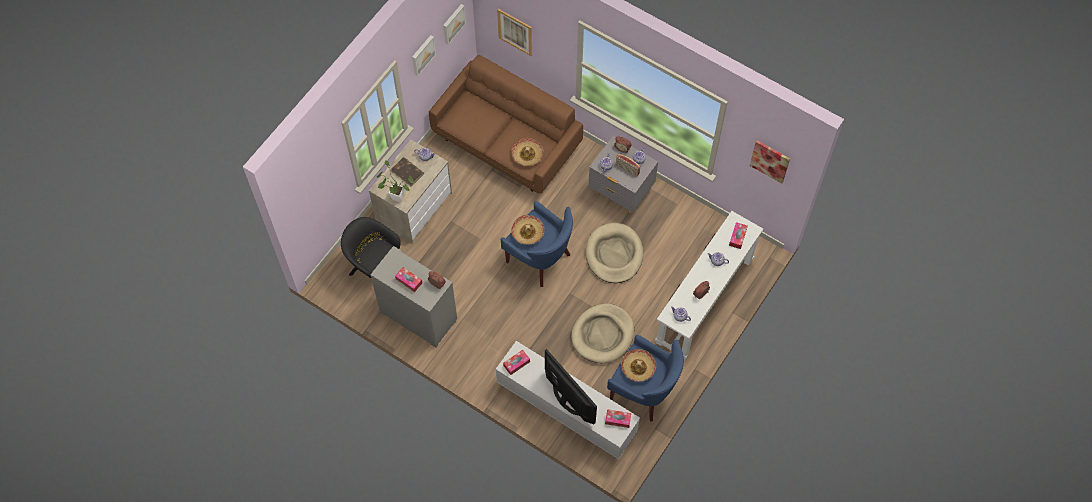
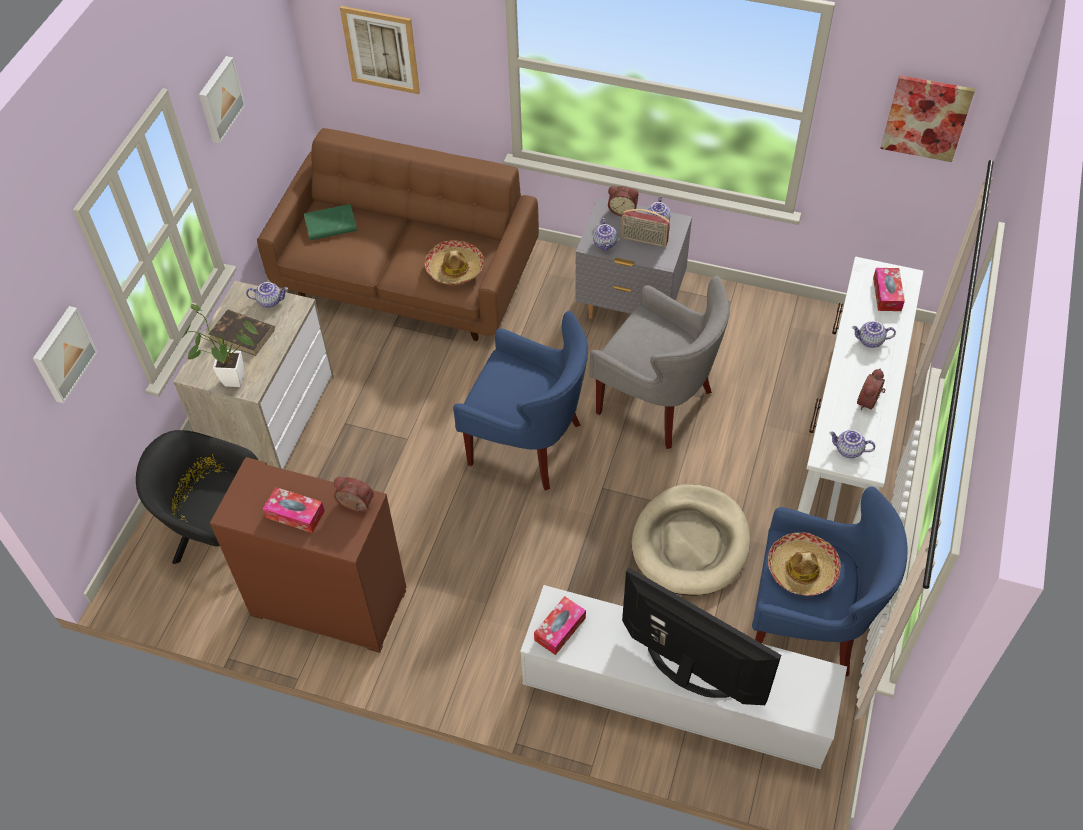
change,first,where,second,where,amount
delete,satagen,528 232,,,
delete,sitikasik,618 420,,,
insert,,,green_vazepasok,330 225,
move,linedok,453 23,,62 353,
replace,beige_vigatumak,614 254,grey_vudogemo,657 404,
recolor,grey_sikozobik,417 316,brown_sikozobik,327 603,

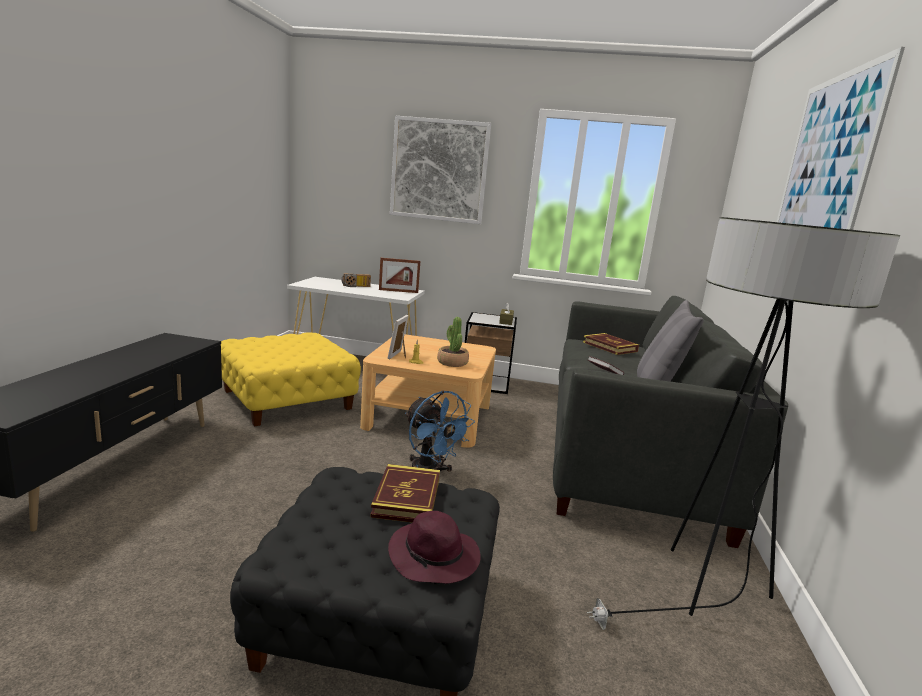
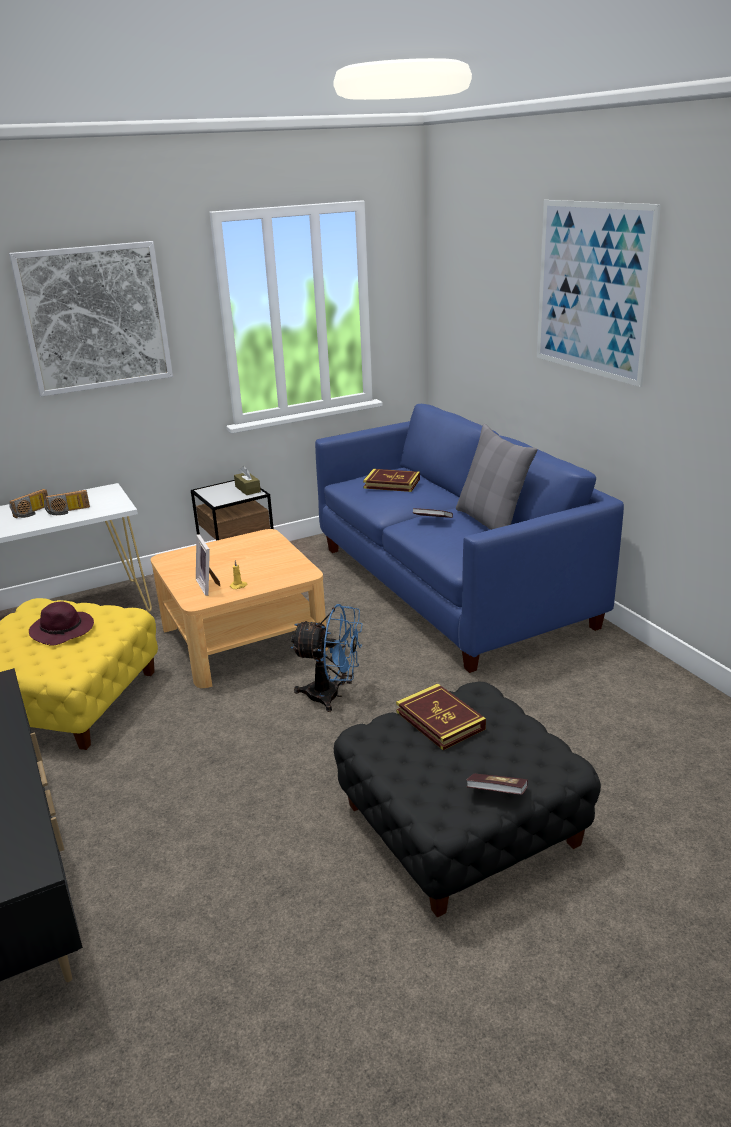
change,first,where,second,where,amount
delete,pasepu,398 291,,,
delete,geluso,452 363,,,
delete,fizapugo,703 594,,,
insert,,,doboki,68 511,
insert,,,vazepasok,497 793,
move,purple_satagen,434 558,,63 631,
recolor,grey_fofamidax,627 453,blue_fofamidax,451 585,

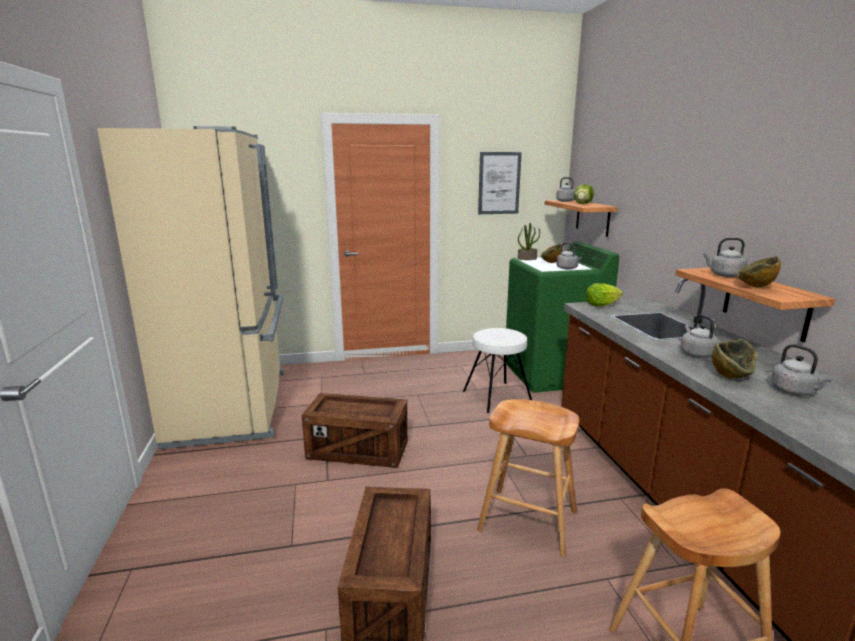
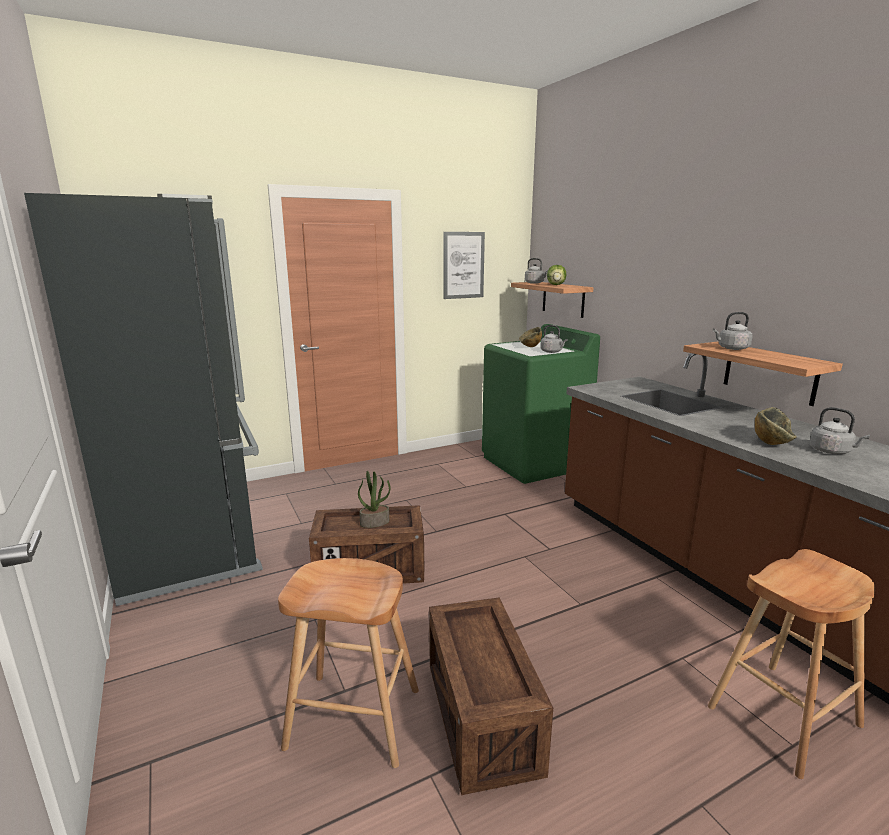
change,first,where,second,where,amount
delete,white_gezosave,497 397,,,
delete,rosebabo,601 305,,,
delete,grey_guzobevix,696 354,,,
delete,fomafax,754 287,,,
move,brown_gezosave,527 521,,353 718,
move,geluso,527 258,,375 522,
recolor,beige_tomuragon,233 405,black_tomuragon,191 539,

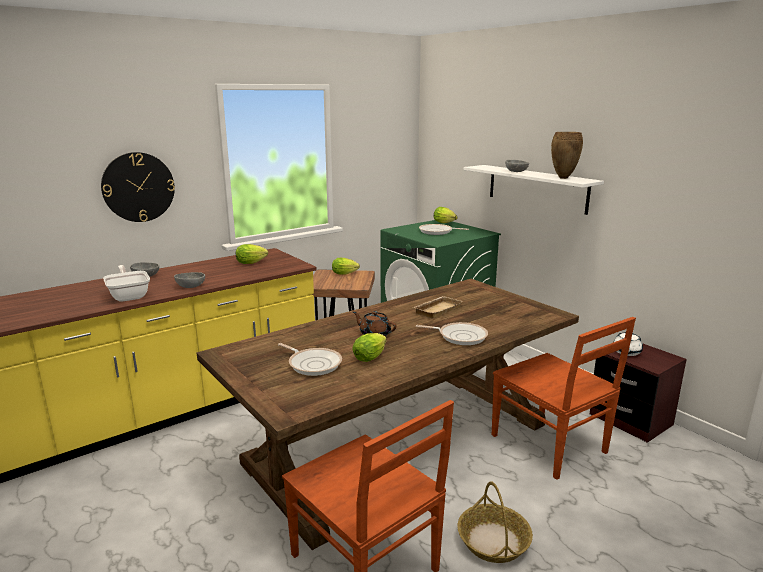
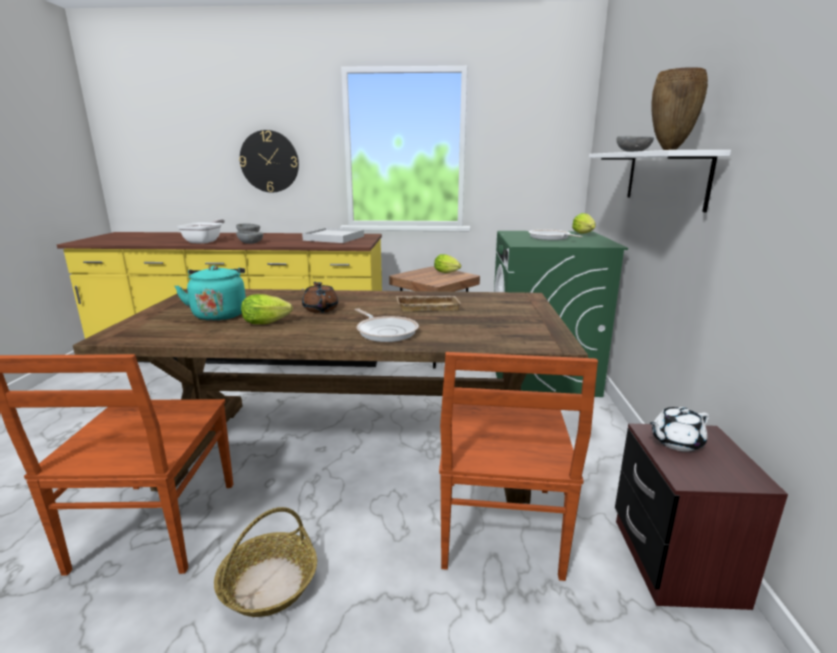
change,first,where,second,where,amount
replace,rosebabo,252 263,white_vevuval,334 238,
replace,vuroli,313 364,turquoise_guzobevix,220 314,

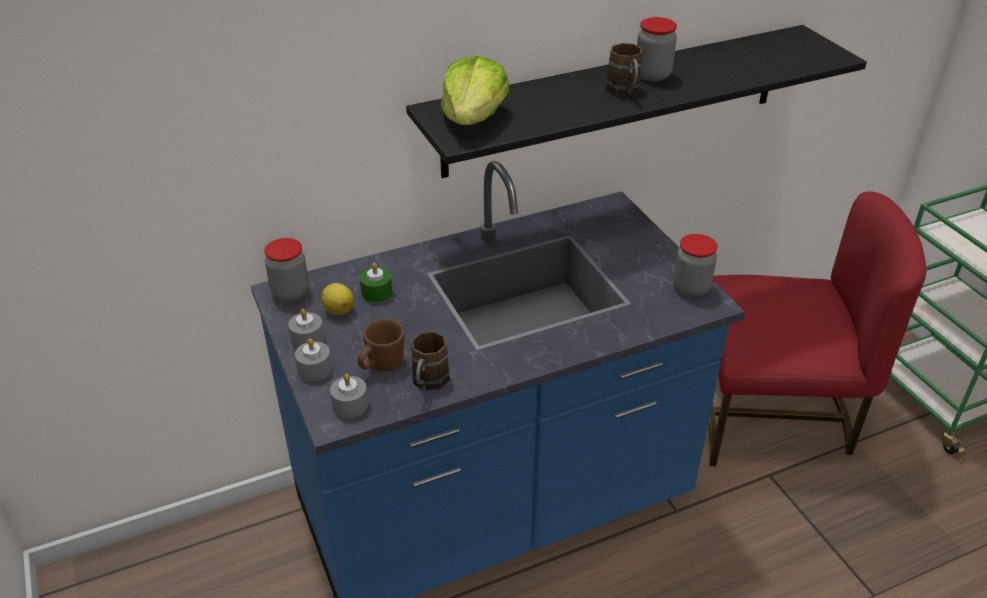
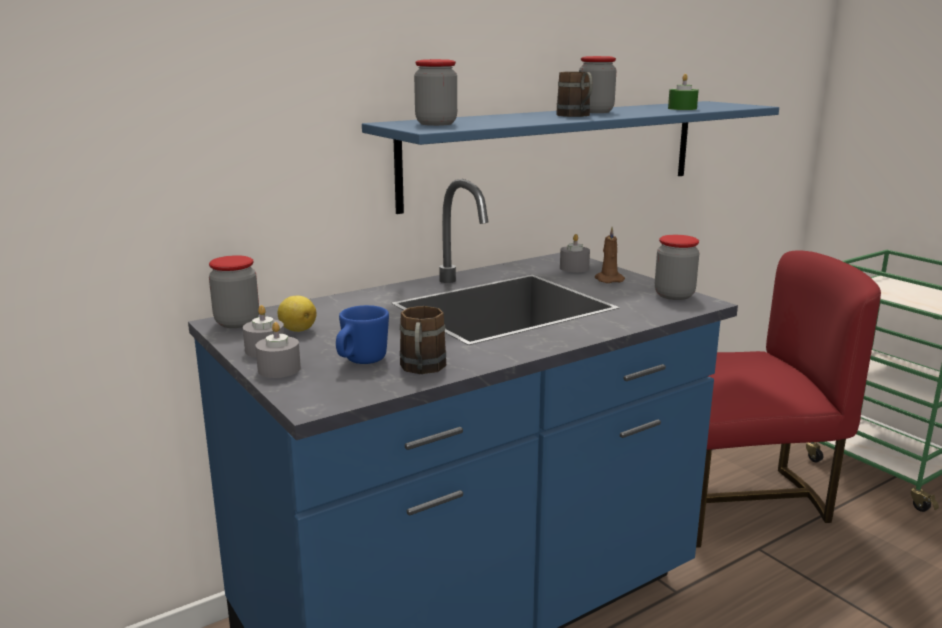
change,first,where,second,where,amount
insert,,,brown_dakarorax,608 279,
move,grey_dakarorax,350 405,,574 268,
move,green_dakarorax,377 292,,682 108,
replace,rosebabo,474 118,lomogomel,436 124,
recolor,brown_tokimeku,381 366,blue_tokimeku,360 361,
recolor,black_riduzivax,616 100,blue_riduzivax,557 152,

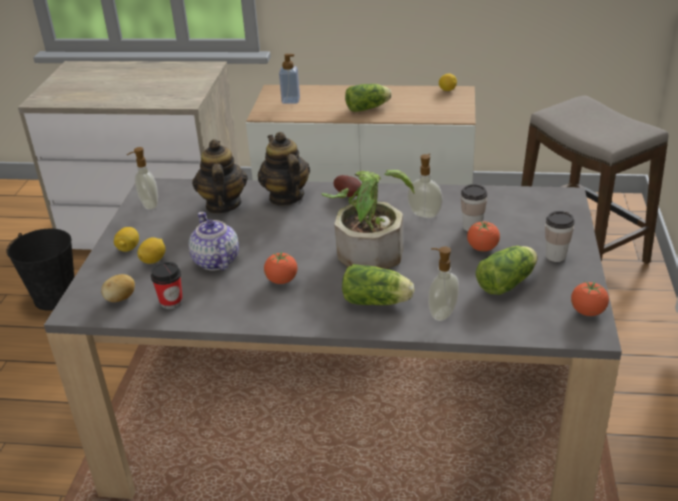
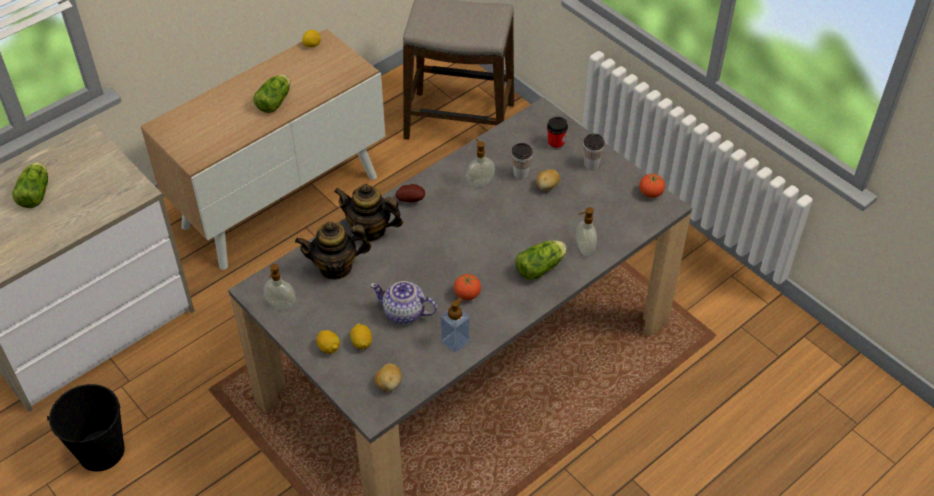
change,first,where,second,where,amount
delete,geluso,370 247,,,
move,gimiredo,171 302,,556 144,
move,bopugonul,290 100,,455 341,
move,rosebabo,508 282,,36 192,
replace,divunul,482 248,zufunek,547 186,
rotate,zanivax,222 205,,336 267,45 degrees counterclockwise

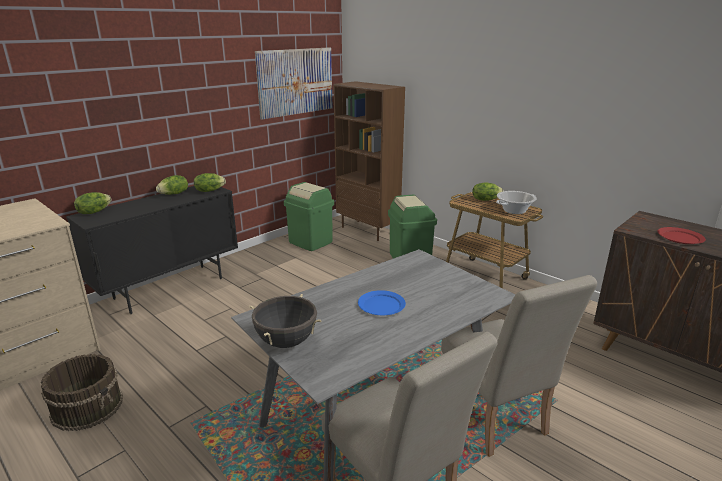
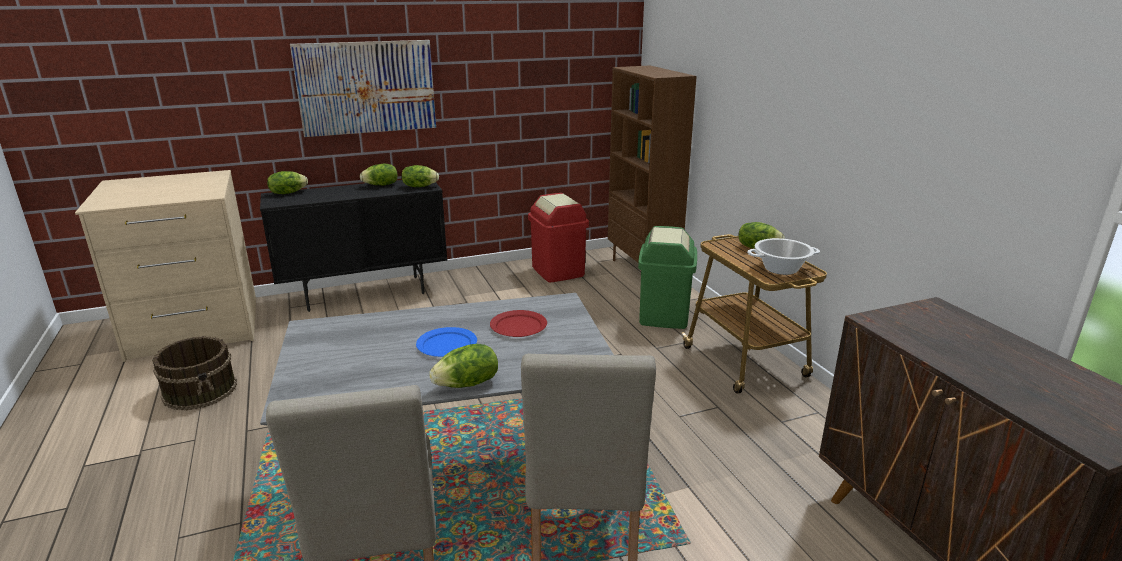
change,first,where,second,where,amount
delete,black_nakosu,286 341,,,
insert,,,rosebabo,467 384,
move,linedok,295 82,,366 87,
move,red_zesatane,679 237,,518 326,
recolor,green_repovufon,311 242,red_repovufon,558 271,

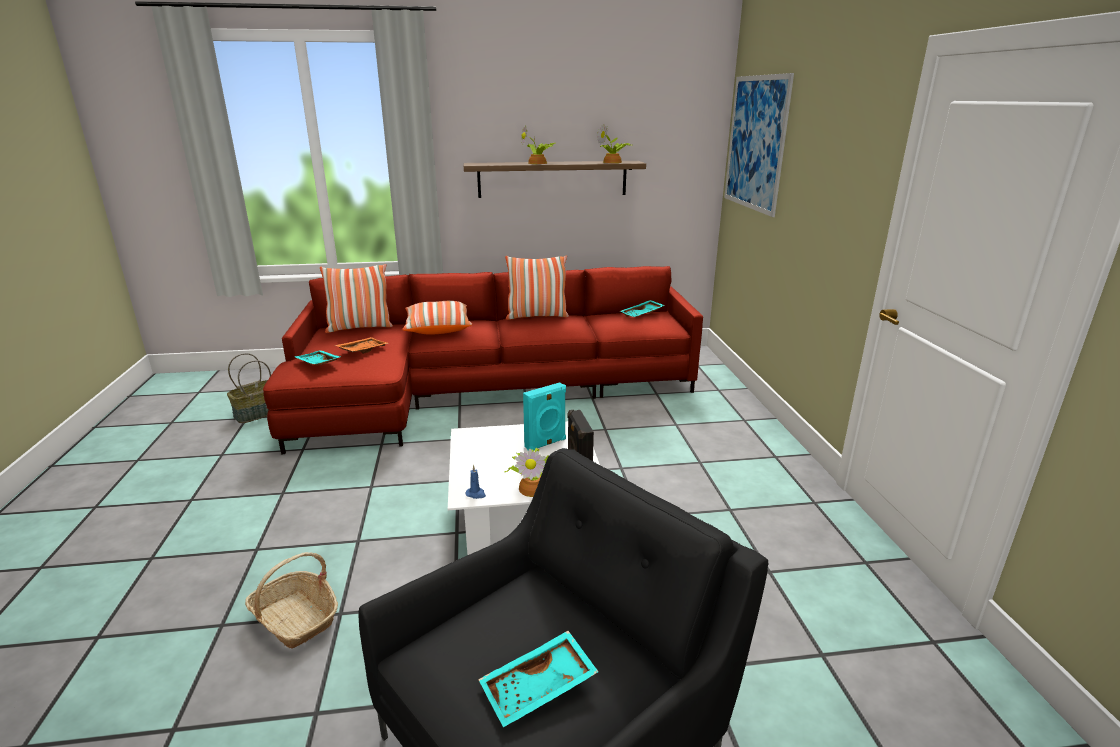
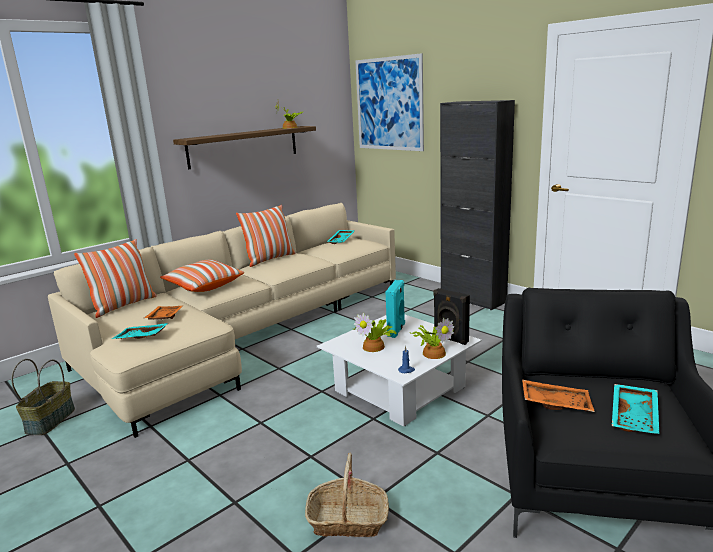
change,first,where,second,where,amount
insert,,,black_sikozobik,473 299,
insert,,,orange_vevuval,556 403,
move,geluso,538 163,,375 346,
recolor,red_fofamidax,481 390,beige_fofamidax,244 334,

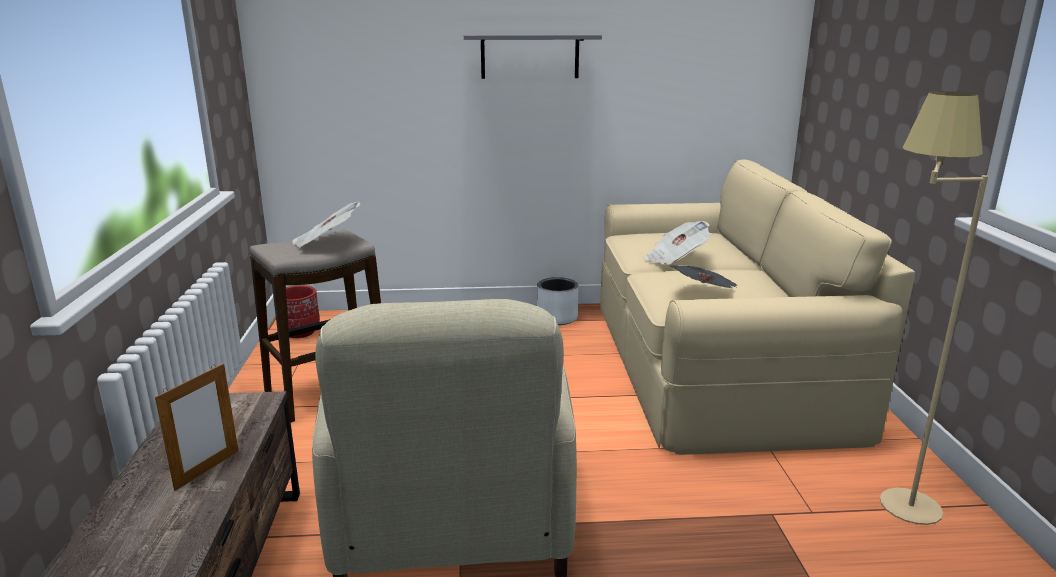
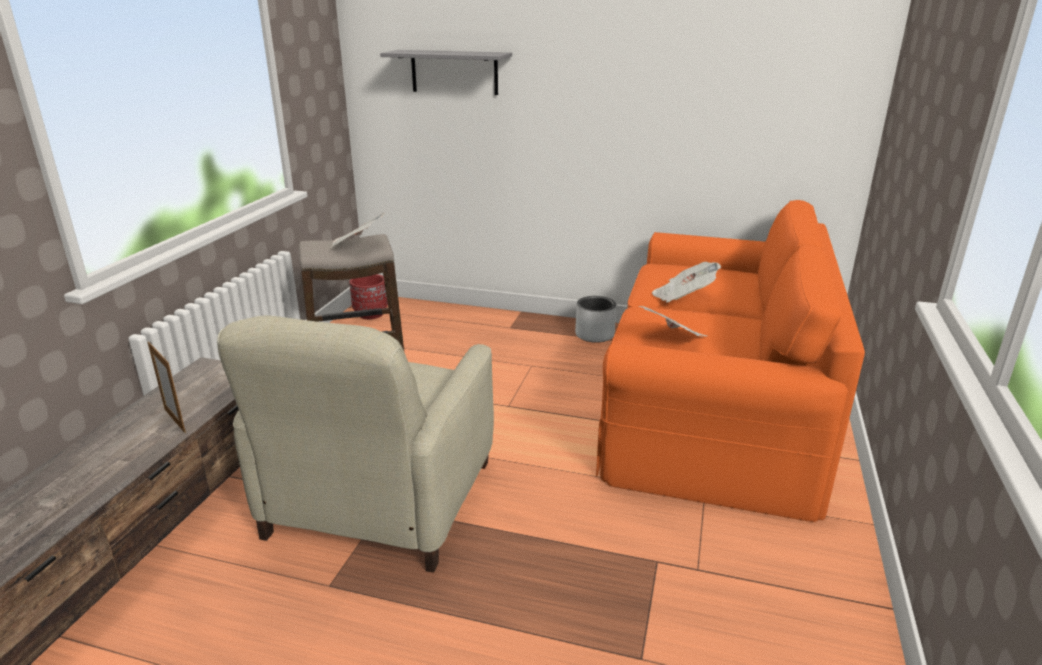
change,first,where,second,where,amount
delete,beige_fizapugo,889 491,,,
move,grey_riduzivax,530 56,,454 72,
recolor,beige_fofamidax,714 365,orange_fofamidax,712 407,
rotate,pasepu,207 470,,175 420,90 degrees clockwise

